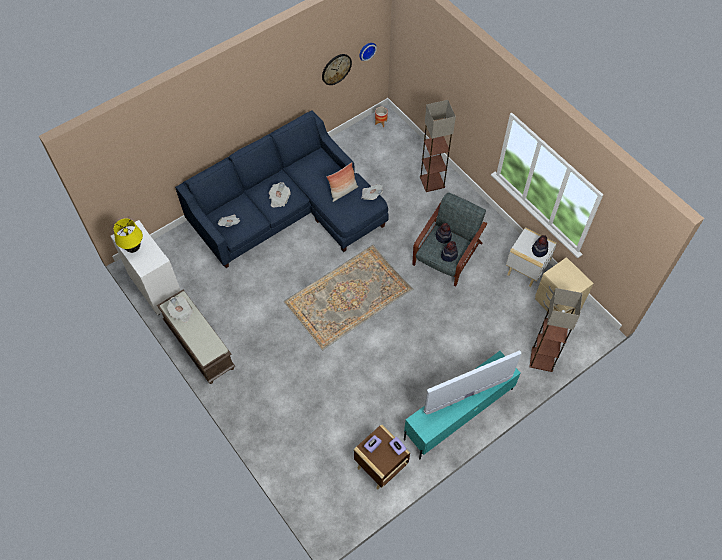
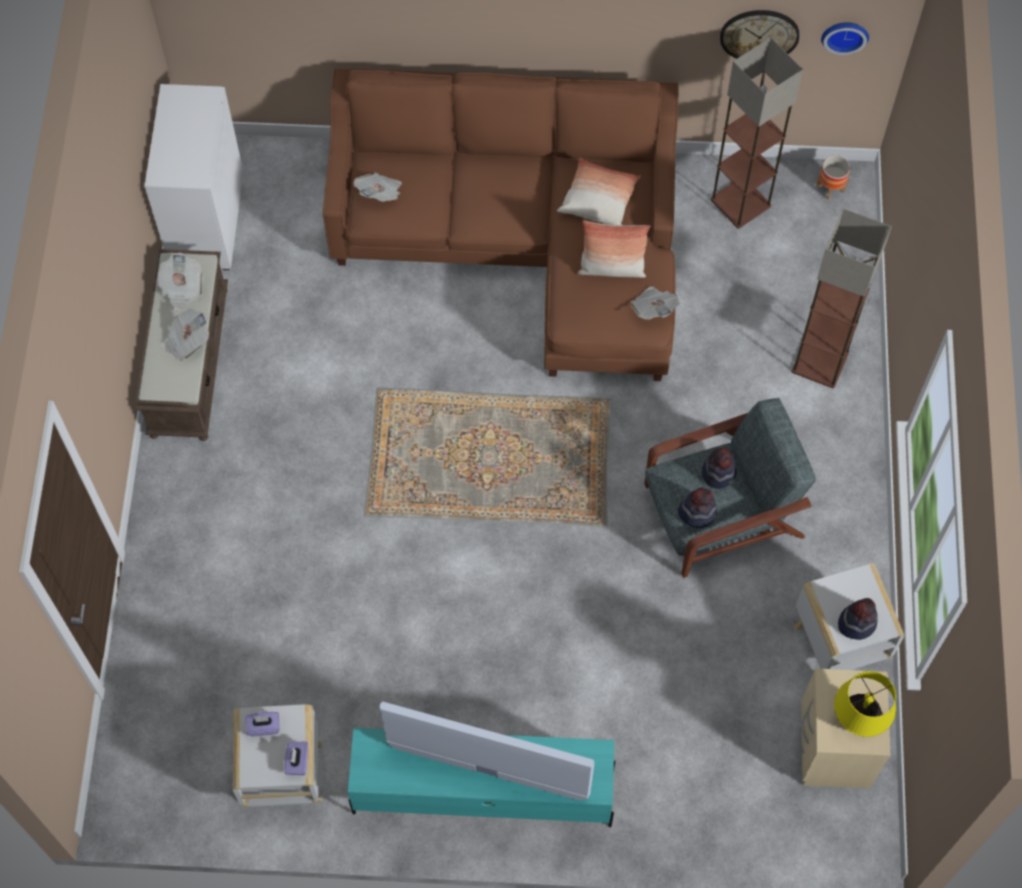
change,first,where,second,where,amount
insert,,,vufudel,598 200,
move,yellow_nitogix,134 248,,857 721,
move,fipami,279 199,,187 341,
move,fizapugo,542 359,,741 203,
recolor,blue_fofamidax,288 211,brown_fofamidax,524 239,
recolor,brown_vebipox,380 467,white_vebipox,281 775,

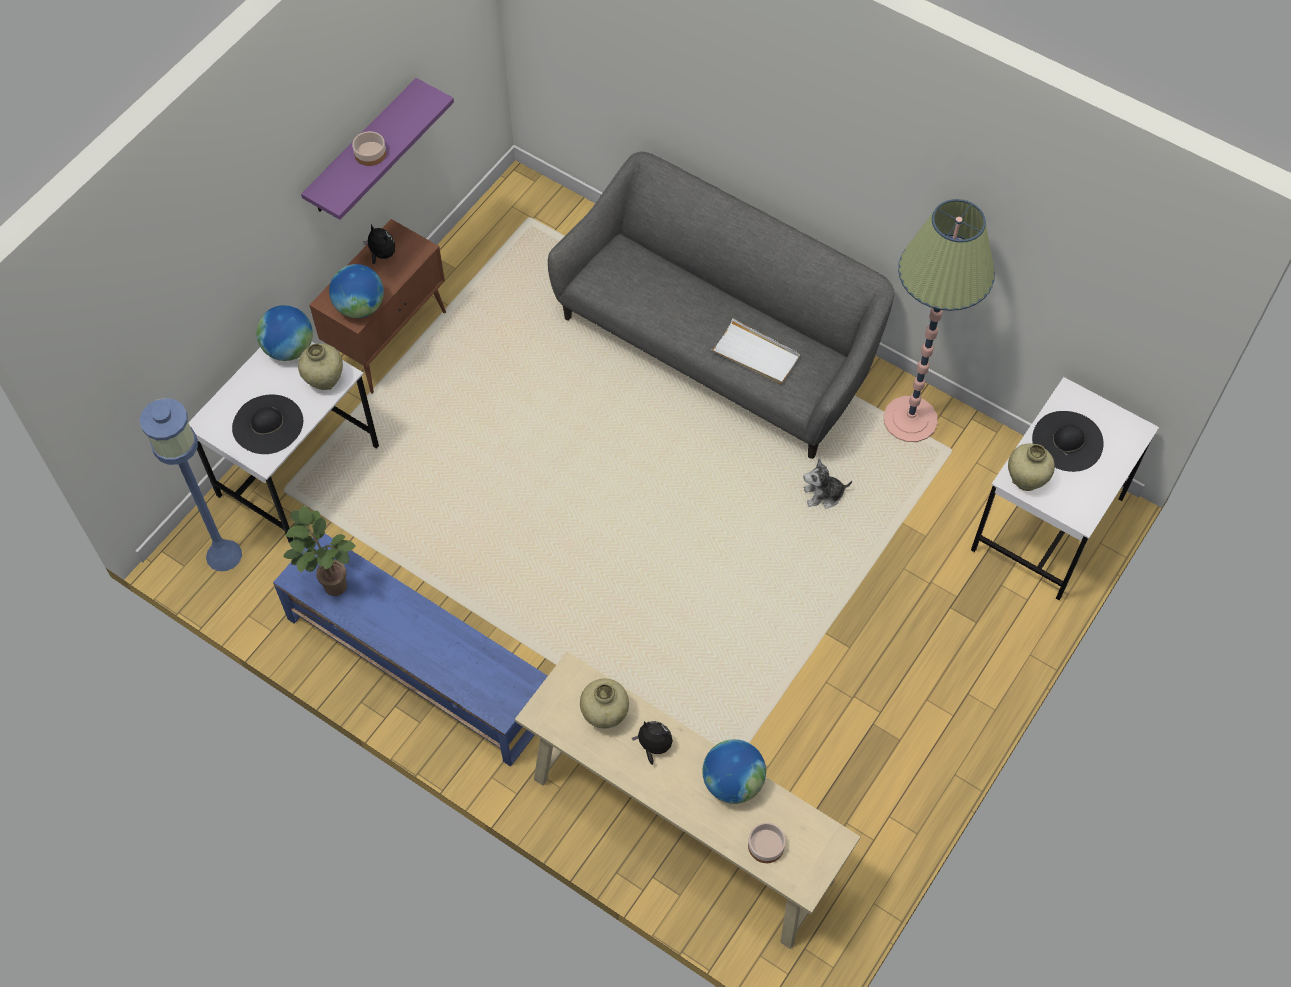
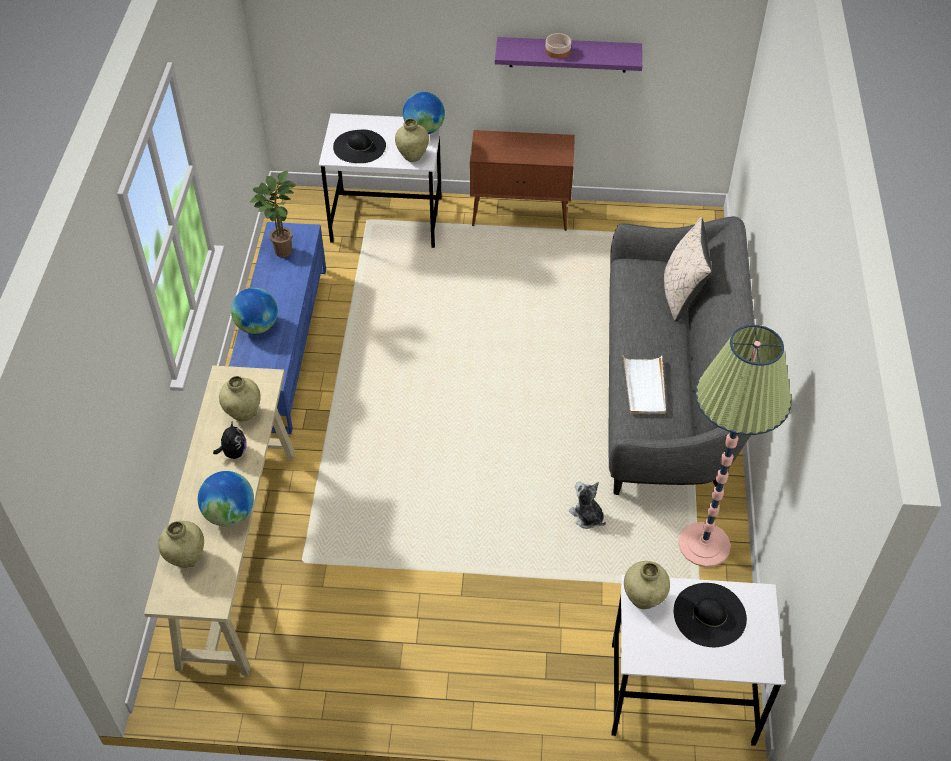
change,first,where,second,where,amount
delete,blue_fizapugo,224 556,,,
delete,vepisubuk,381 255,,,
insert,,,beige_vufudel,681 294,
move,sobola,360 307,,257 326,
replace,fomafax,765 845,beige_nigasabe,186 558,

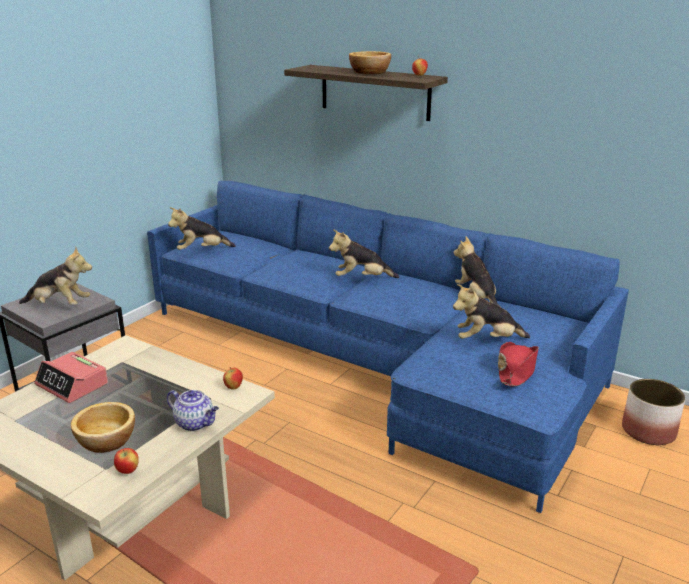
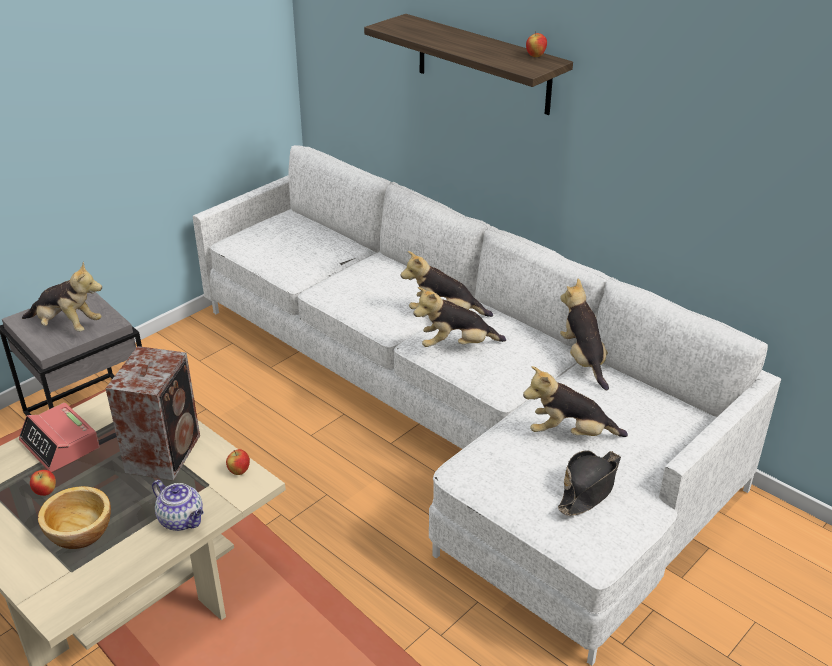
change,first,where,second,where,amount
delete,fomafax,370 72,,,
delete,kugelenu,649 431,,,
insert,,,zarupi,165 452,
move,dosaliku,128 471,,46 492,
move,vepisubuk,201 251,,456 346,
recolor,blue_fofamidax,377 361,white_fofamidax,458 415,
recolor,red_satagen,516 370,black_satagen,589 488,

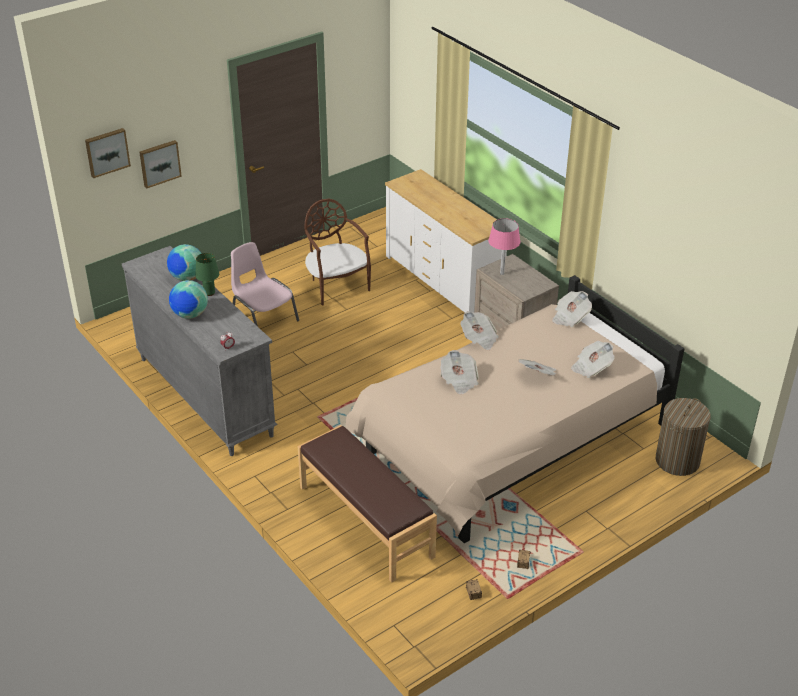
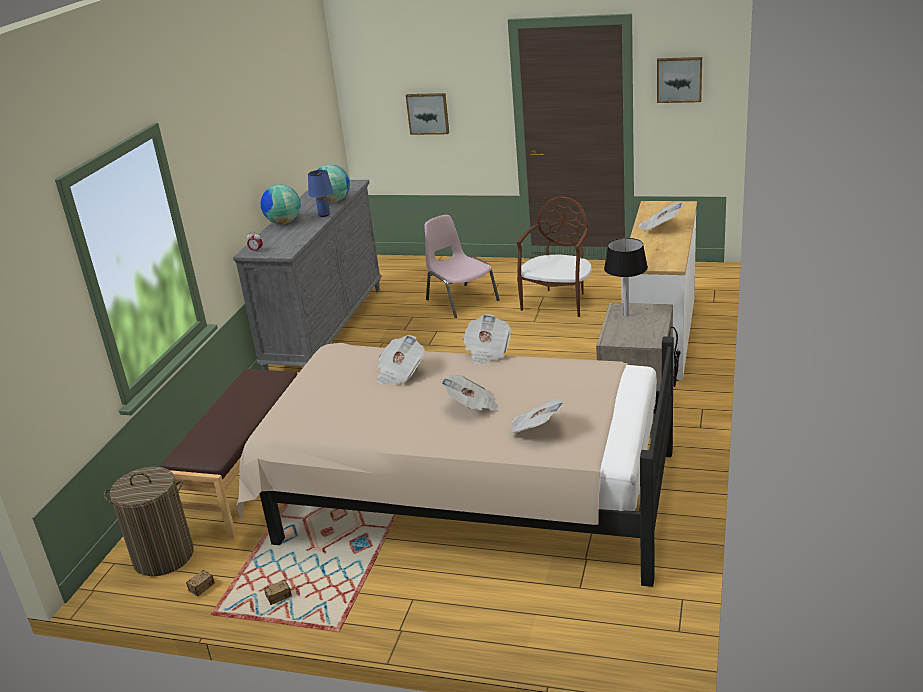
change,first,where,second,where,amount
move,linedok,107 152,,679 79,
move,fipami,570 317,,659 227,
move,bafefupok,677 461,,163 556,
recolor,green_nitogix,209 293,blue_nitogix,324 215,
recolor,pink_nitogix,502 273,black_nitogix,626 315,
rotate,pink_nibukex,263 318,,461 300,45 degrees counterclockwise

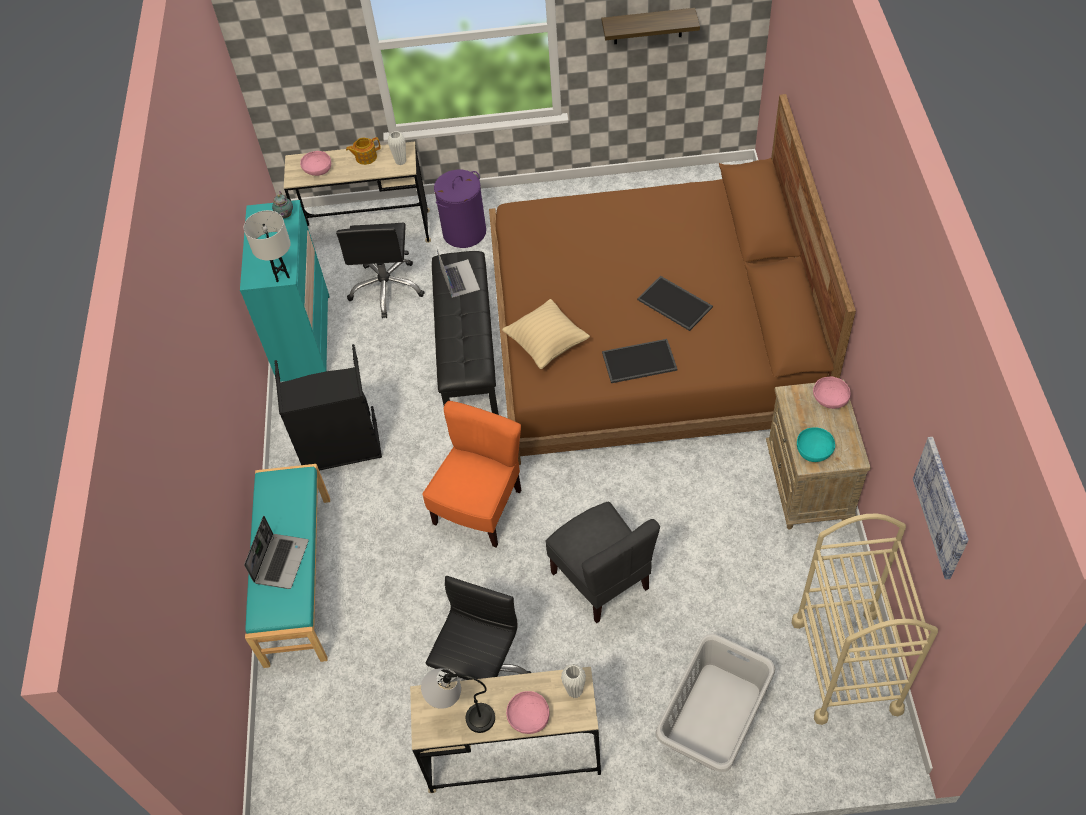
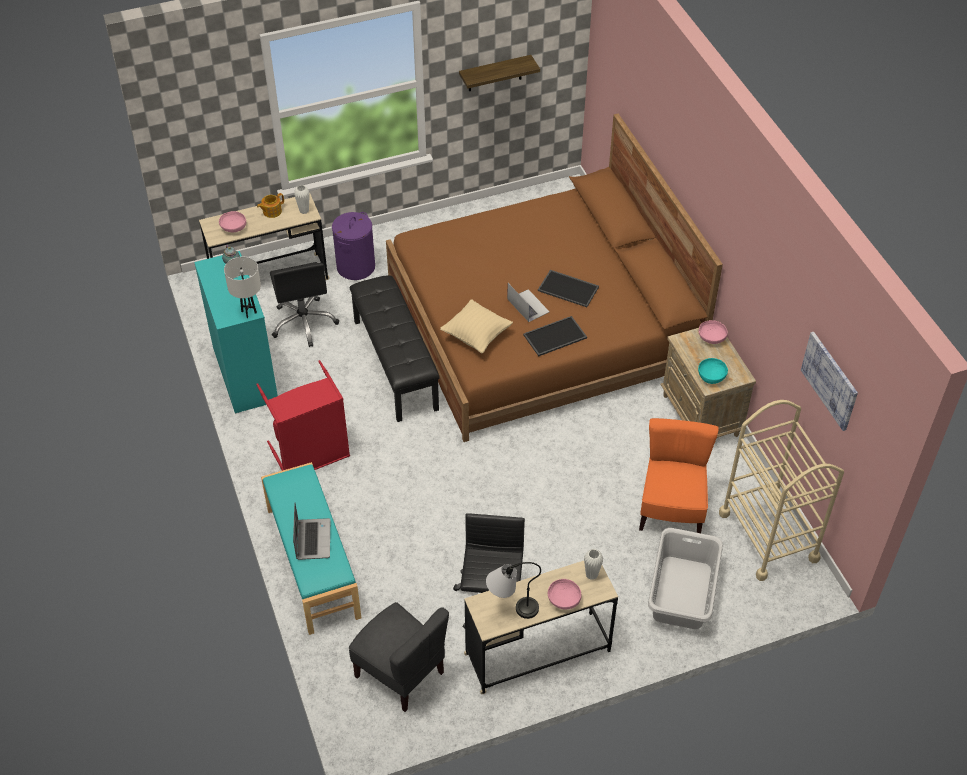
change,first,where,second,where,amount
move,orange_nibukex,479 508,,671 510,
move,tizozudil,459 278,,528 305,
move,grey_nibukex,601 580,,401 673,
recolor,black_bafefupok,341 448,red_bafefupok,311 456,

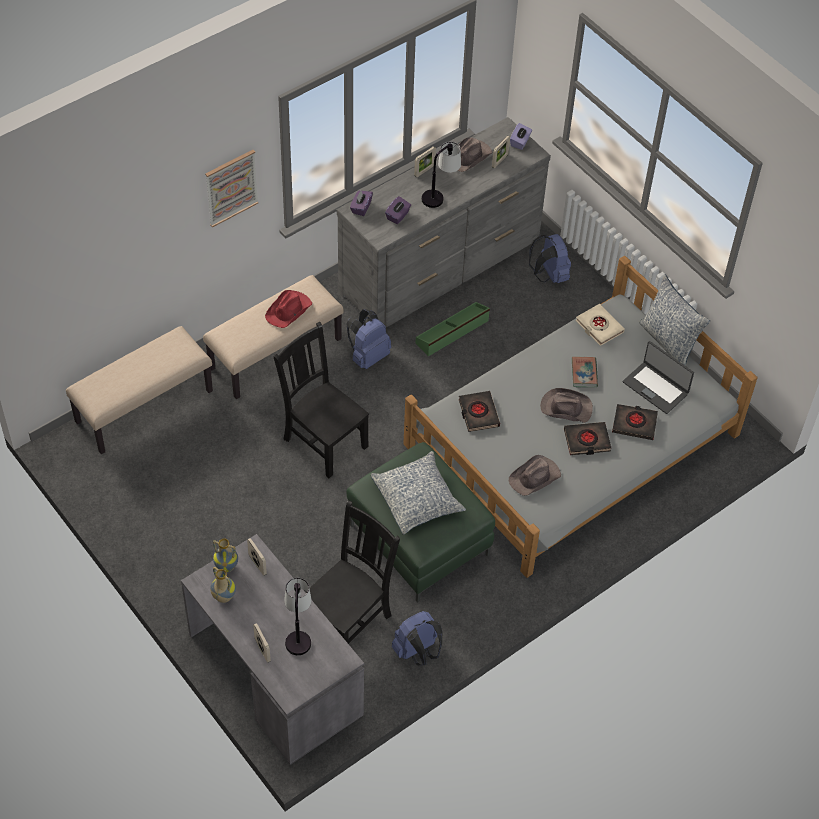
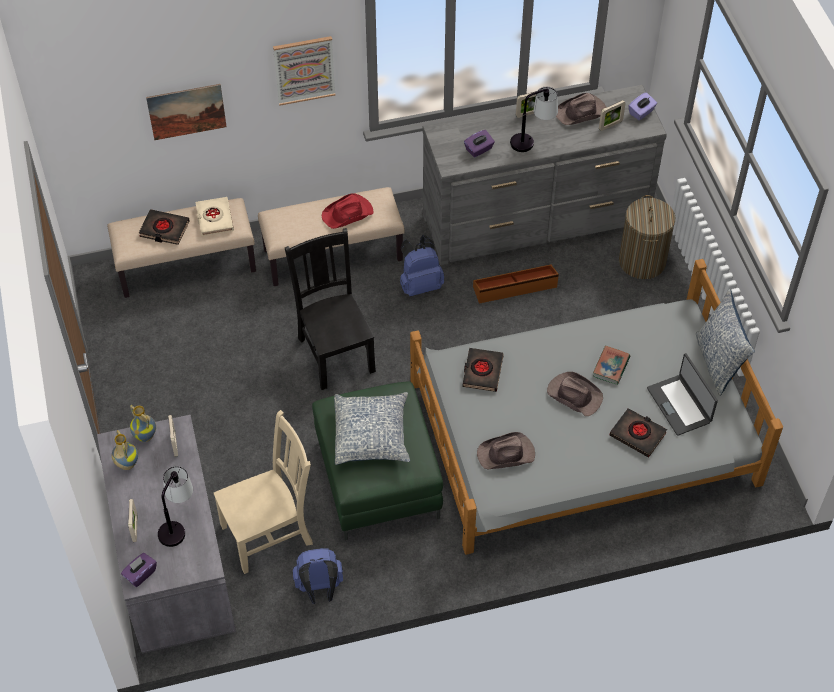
change,first,where,second,where,amount
insert,,,linedok,186 111,
move,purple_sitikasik,361 208,,140 574,
move,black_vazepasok,587 441,,164 229,
move,beige_vazepasok,599 327,,214 219,
replace,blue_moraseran,549 275,bafefupok,642 261,
recolor,black_nibukex,348 620,beige_nibukex,269 533,
recolor,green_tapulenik,452 332,brown_tapulenik,515 288,

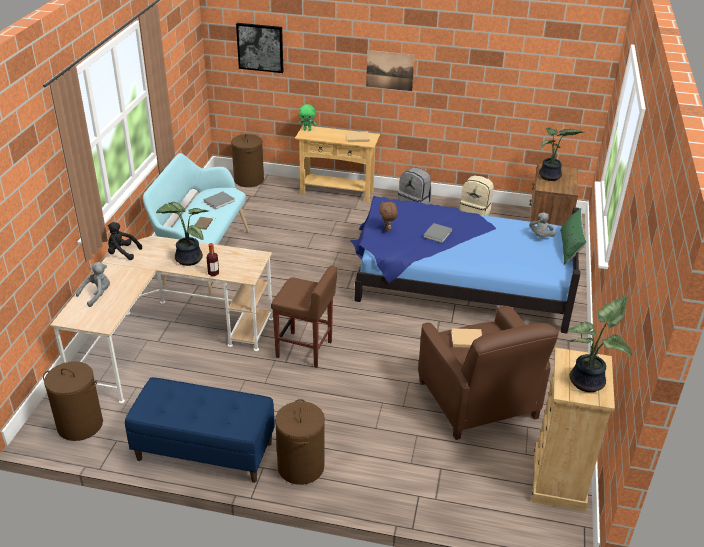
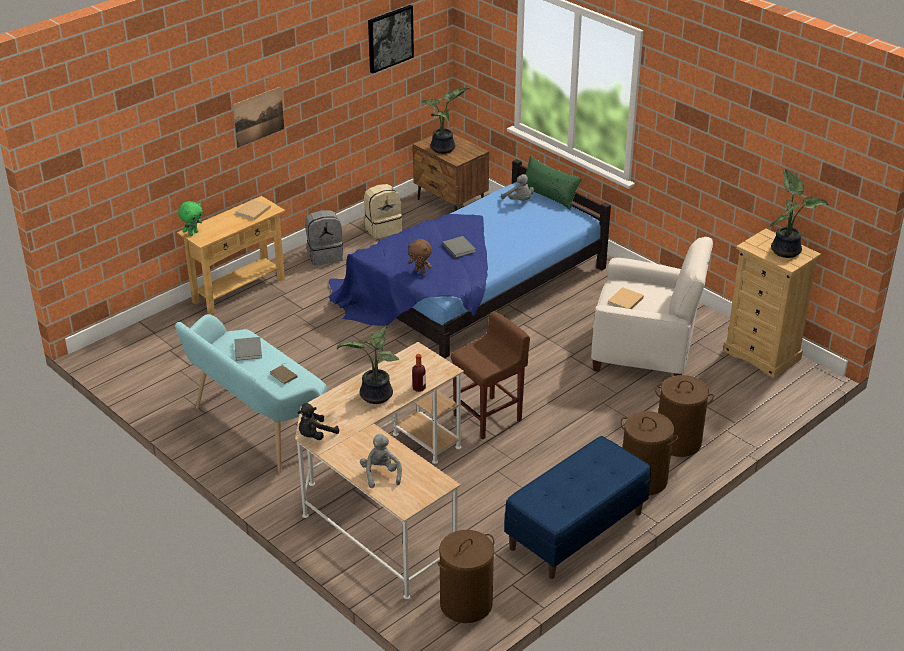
change,first,where,second,where,amount
move,brown_bafefupok,248 180,,677 442,
move,linedok,260 47,,390 38,
recolor,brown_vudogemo,478 400,white_vudogemo,645 351,

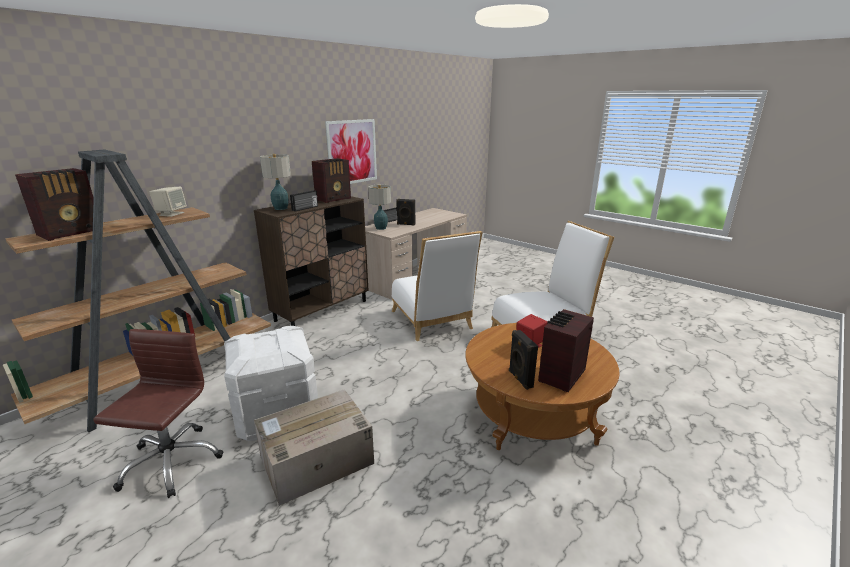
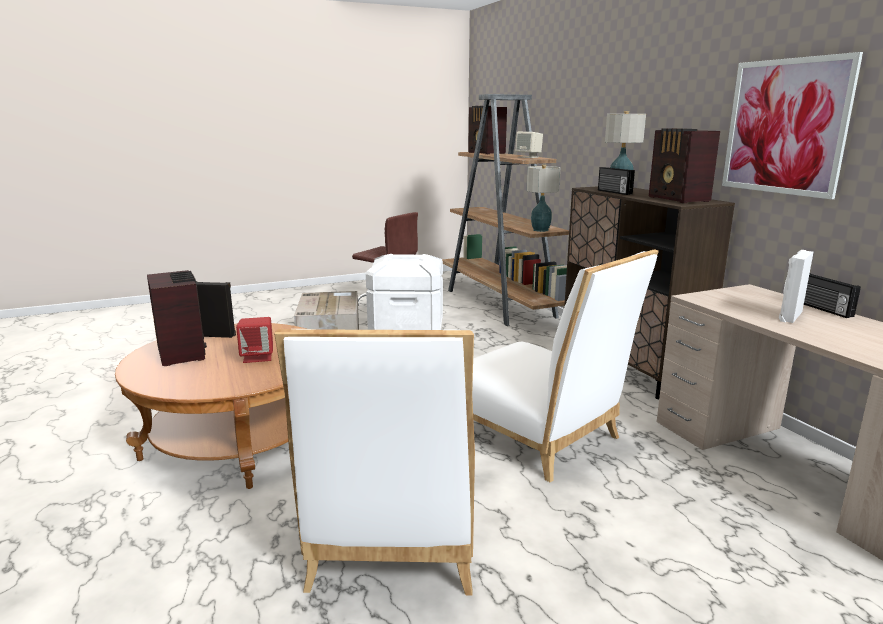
change,first,where,second,where,amount
move,nitogix,381 228,,540 230,
recolor,black_zarupi,406 224,white_zarupi,789 316,
rotate,white_nibukex,433 322,,540 438,135 degrees counterclockwise

